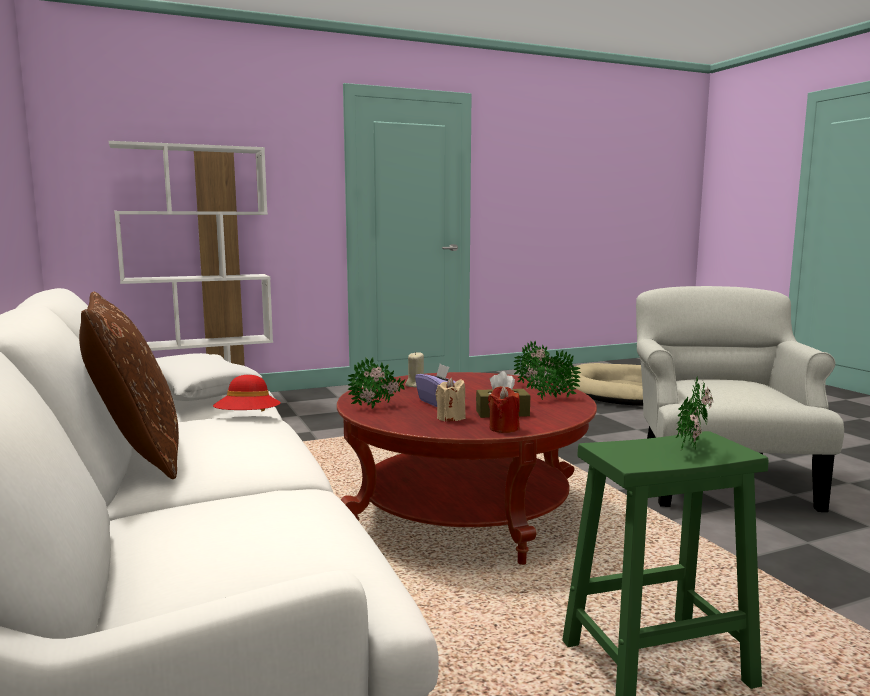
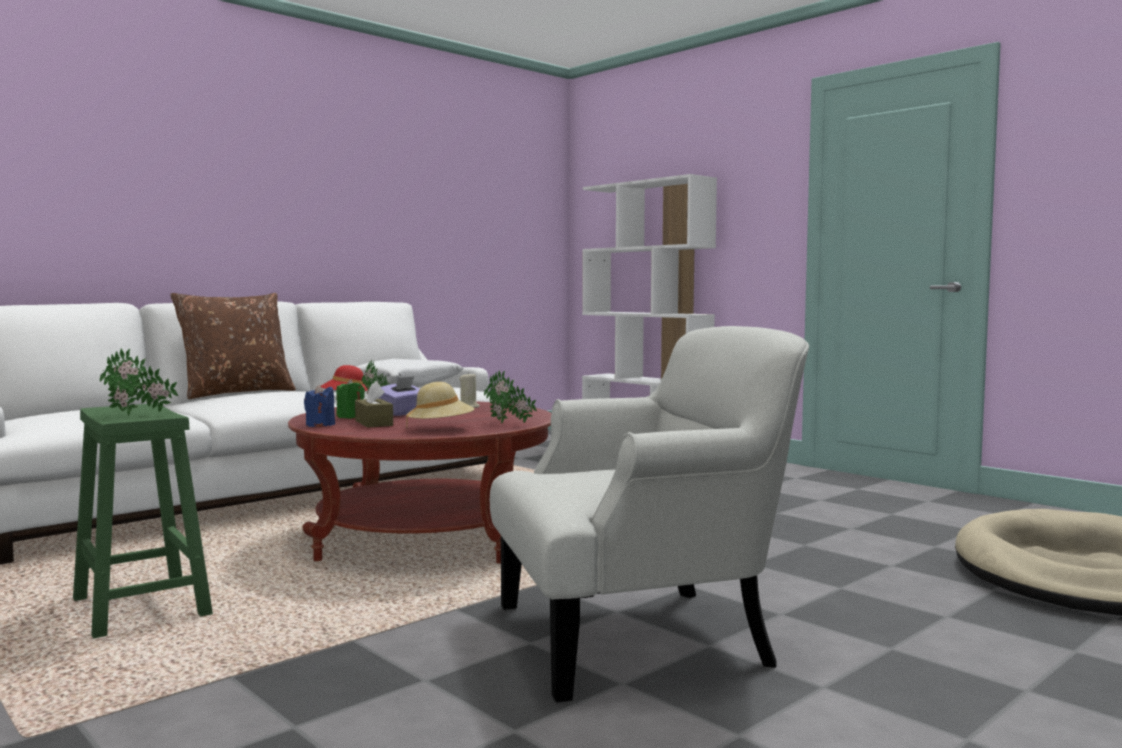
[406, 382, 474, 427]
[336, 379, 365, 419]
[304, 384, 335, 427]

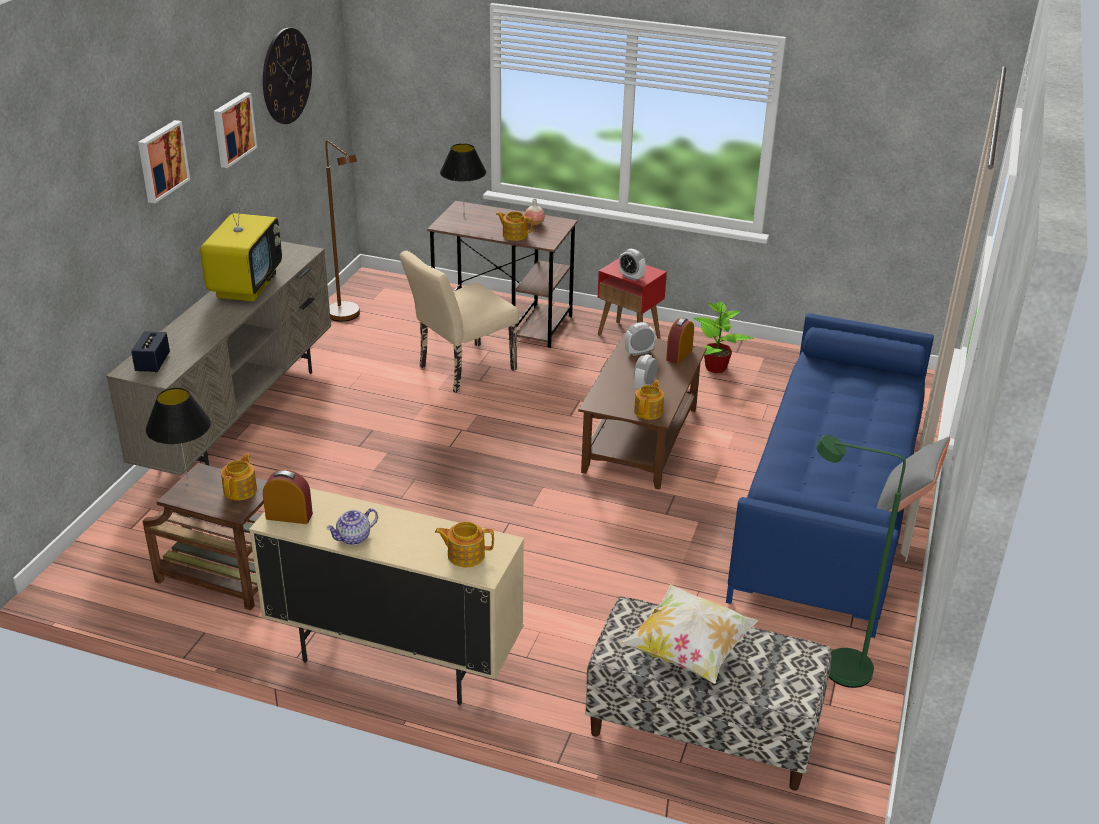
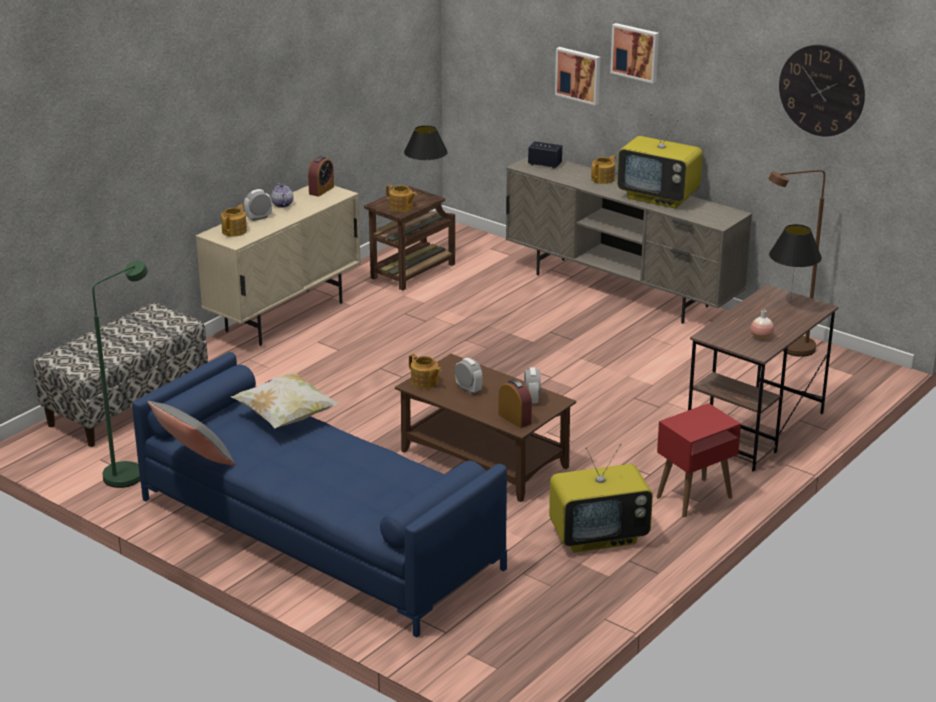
[400, 251, 519, 393] (first image)
[555, 47, 601, 105]
[591, 155, 616, 184]
[244, 189, 272, 221]
[231, 373, 340, 428]
[549, 444, 653, 553]

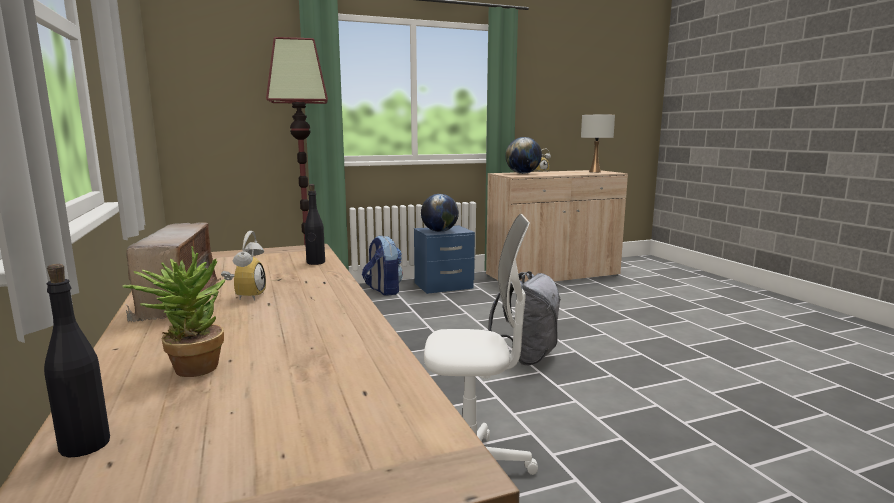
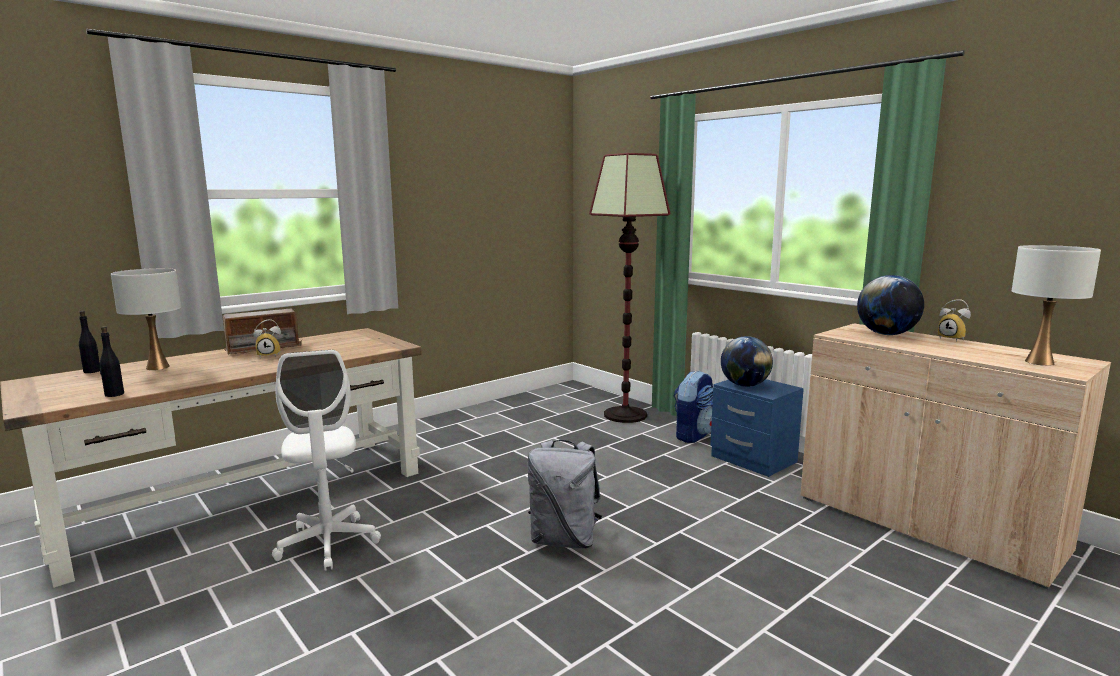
[100, 326, 124, 397]
[111, 268, 181, 370]

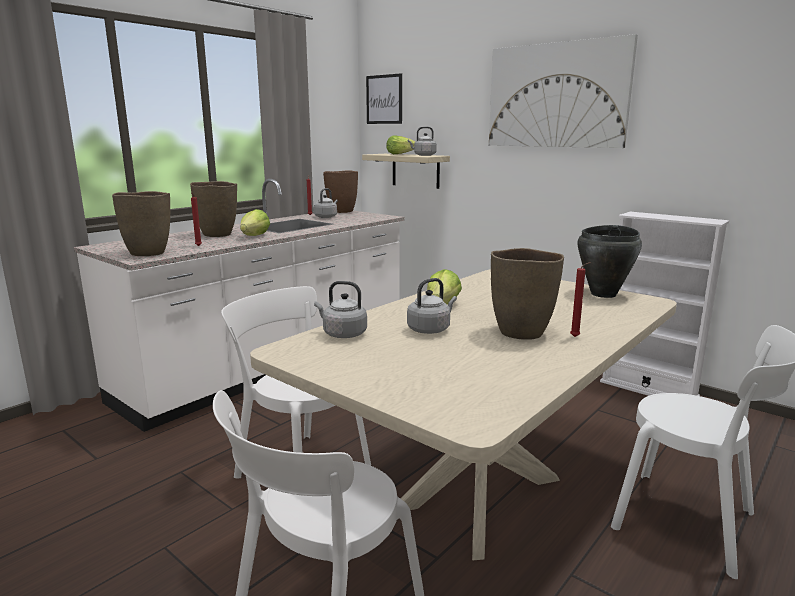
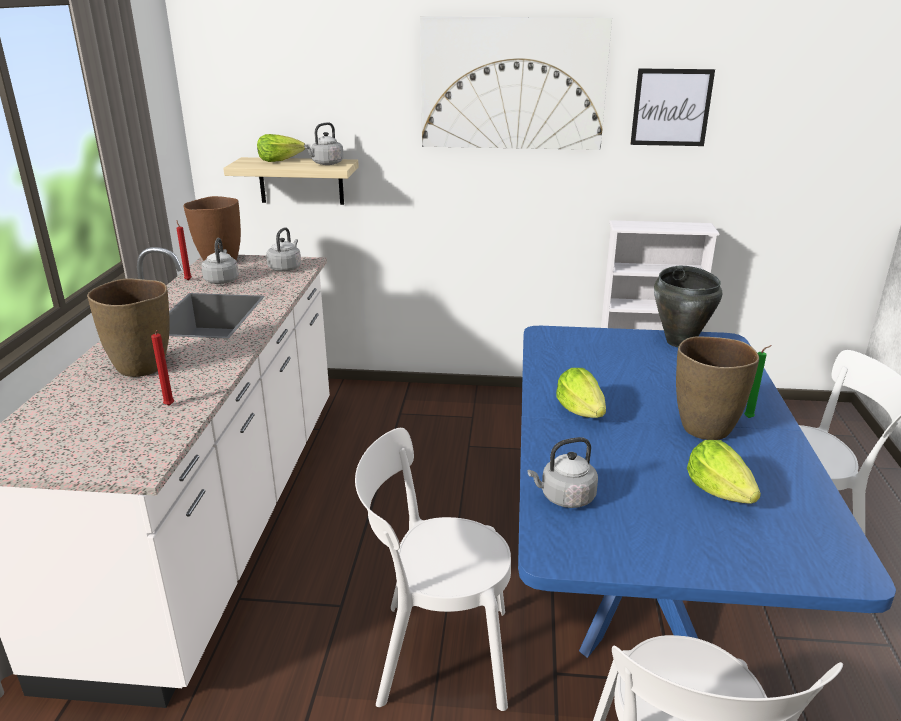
[112, 191, 170, 256] (first image)
[687, 440, 761, 503]
[631, 68, 715, 146]
[266, 227, 301, 272]
[518, 326, 896, 658]
[744, 345, 772, 418]

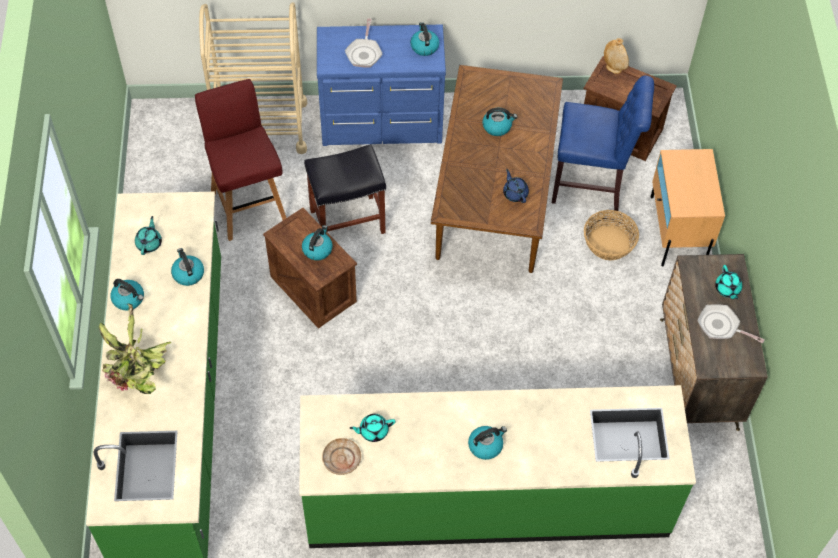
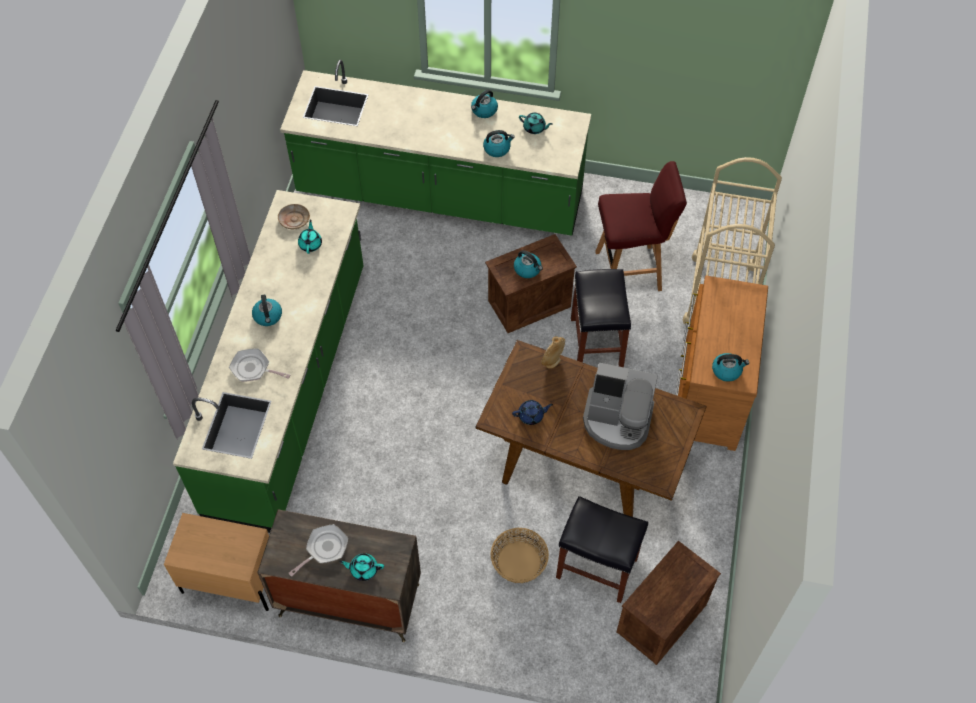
[99, 303, 171, 394] (first image)
[229, 349, 290, 382]
[541, 336, 565, 369]
[164, 513, 269, 611]
[583, 363, 658, 450]
[556, 496, 648, 603]
[675, 276, 768, 451]

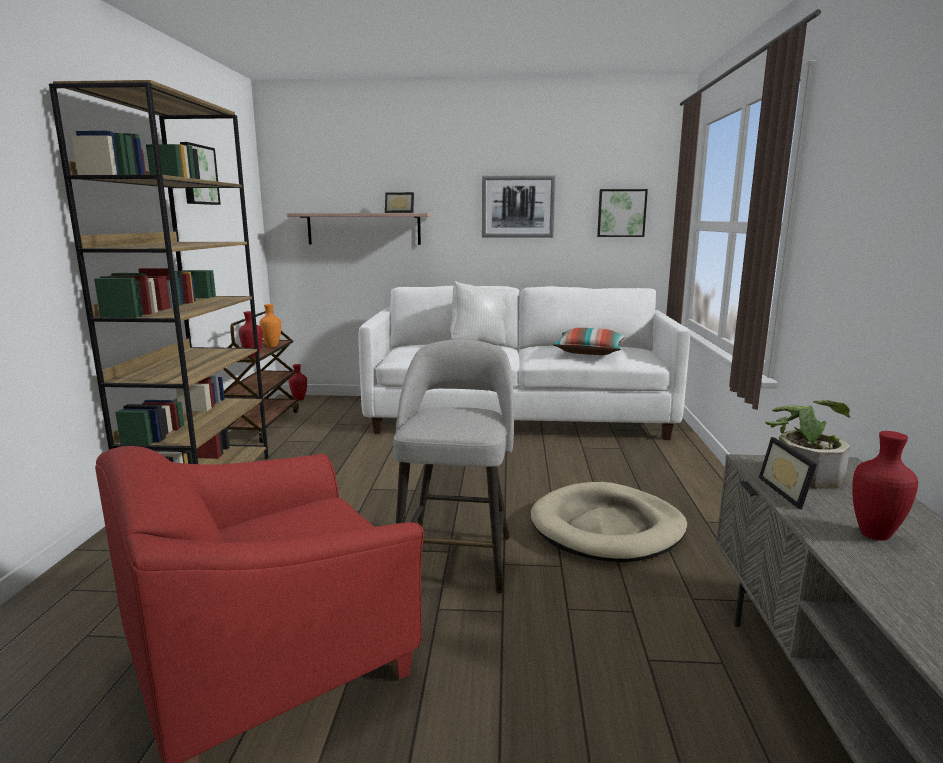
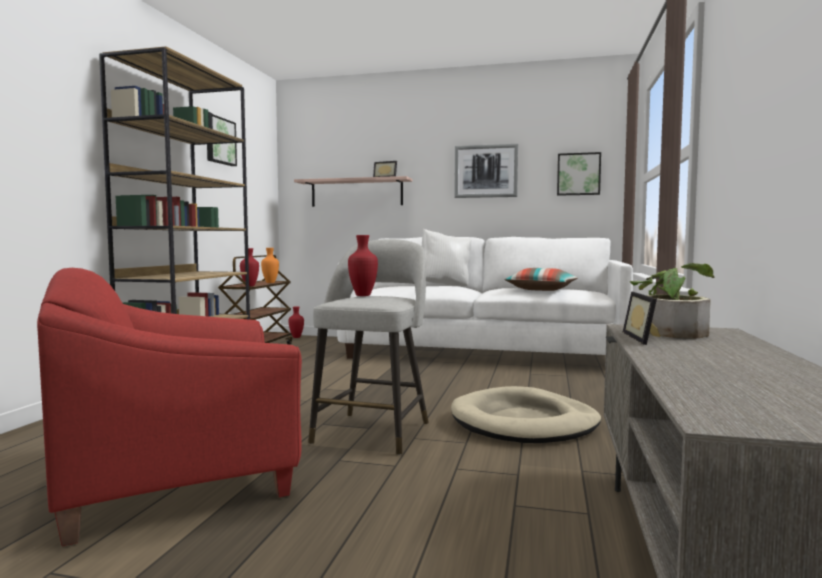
[348, 235, 378, 296]

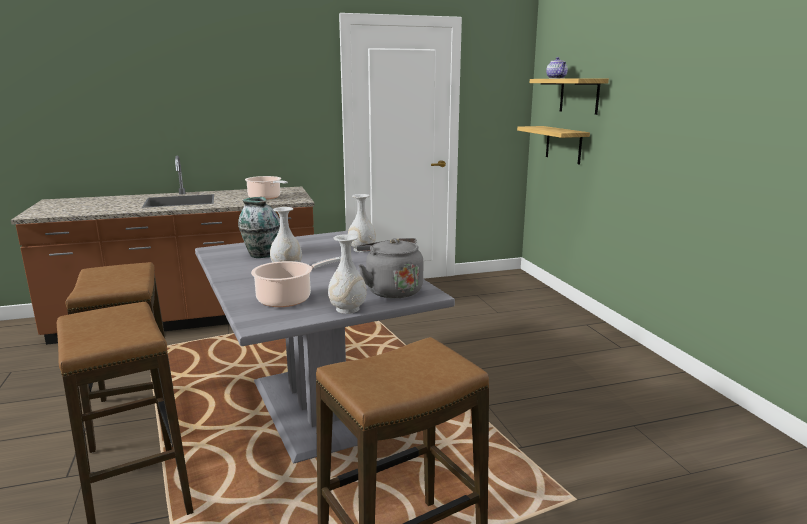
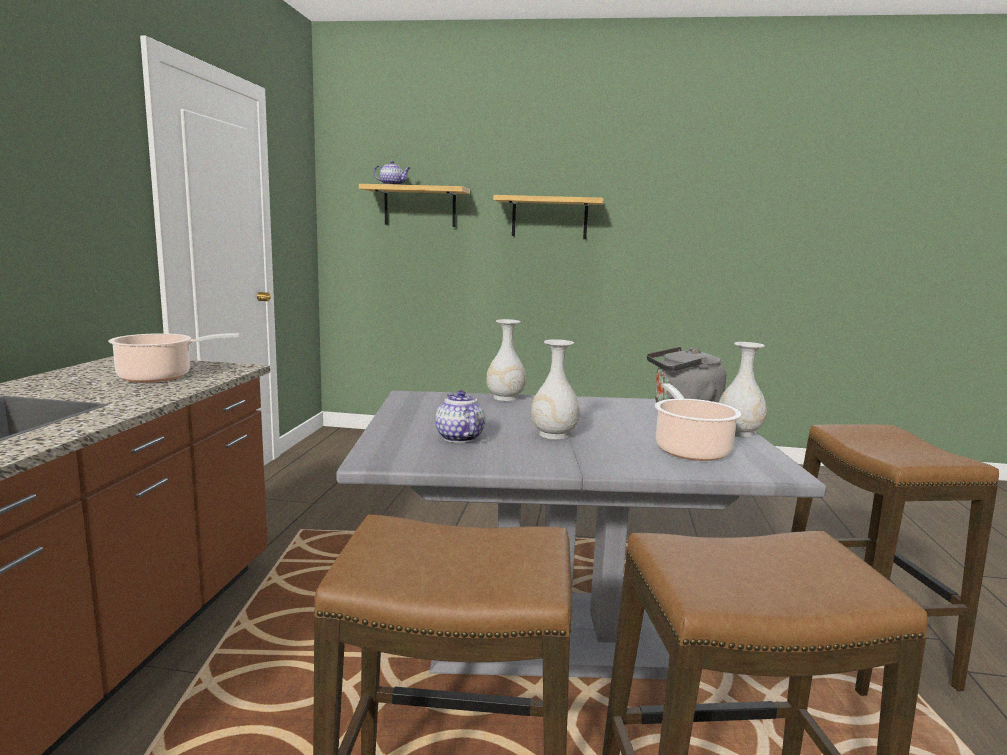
[493, 195, 603, 239]
[435, 390, 485, 443]

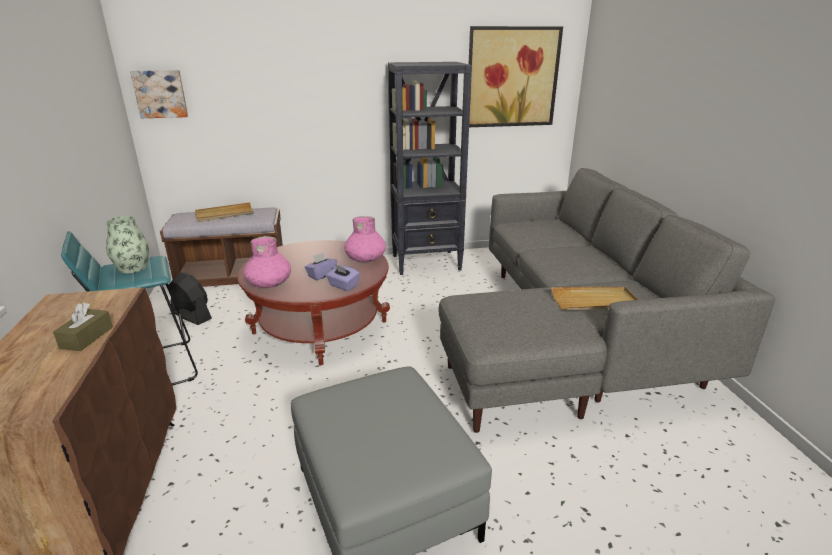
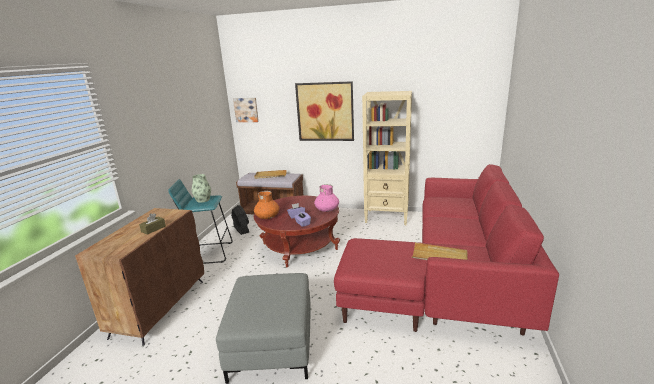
[295, 81, 354, 141]
[254, 191, 279, 219]
[362, 91, 412, 225]
[334, 164, 559, 335]

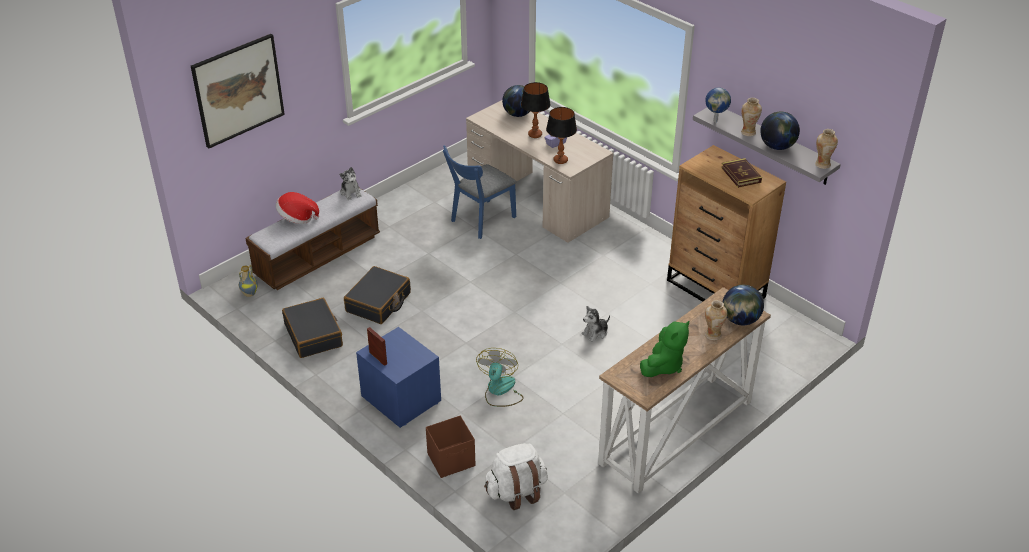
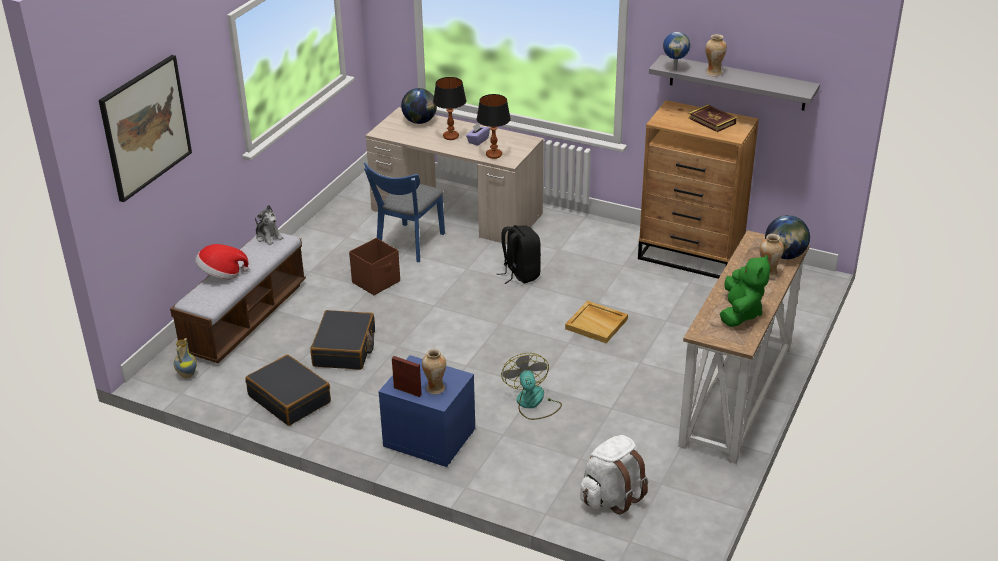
[760, 111, 800, 150] (first image)
[497, 225, 541, 284]
[349, 238, 400, 295]
[422, 349, 446, 394]
[565, 301, 628, 343]

